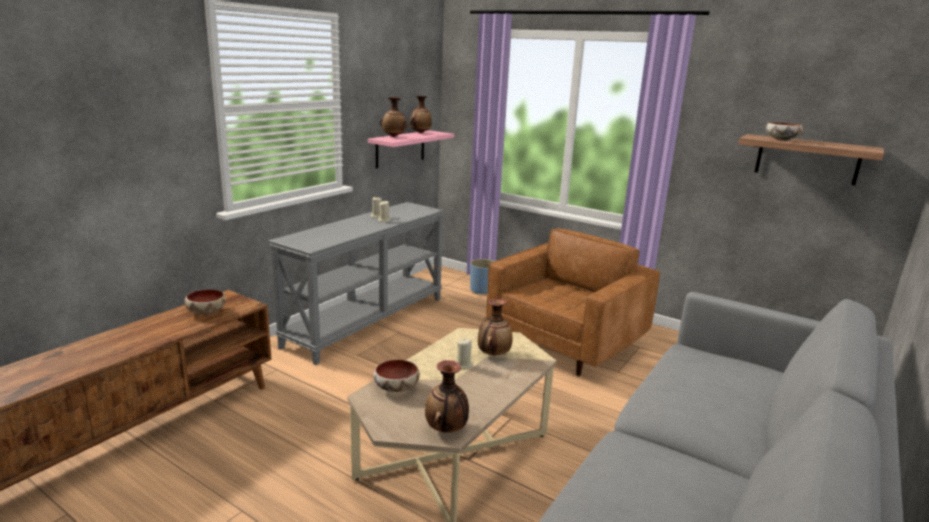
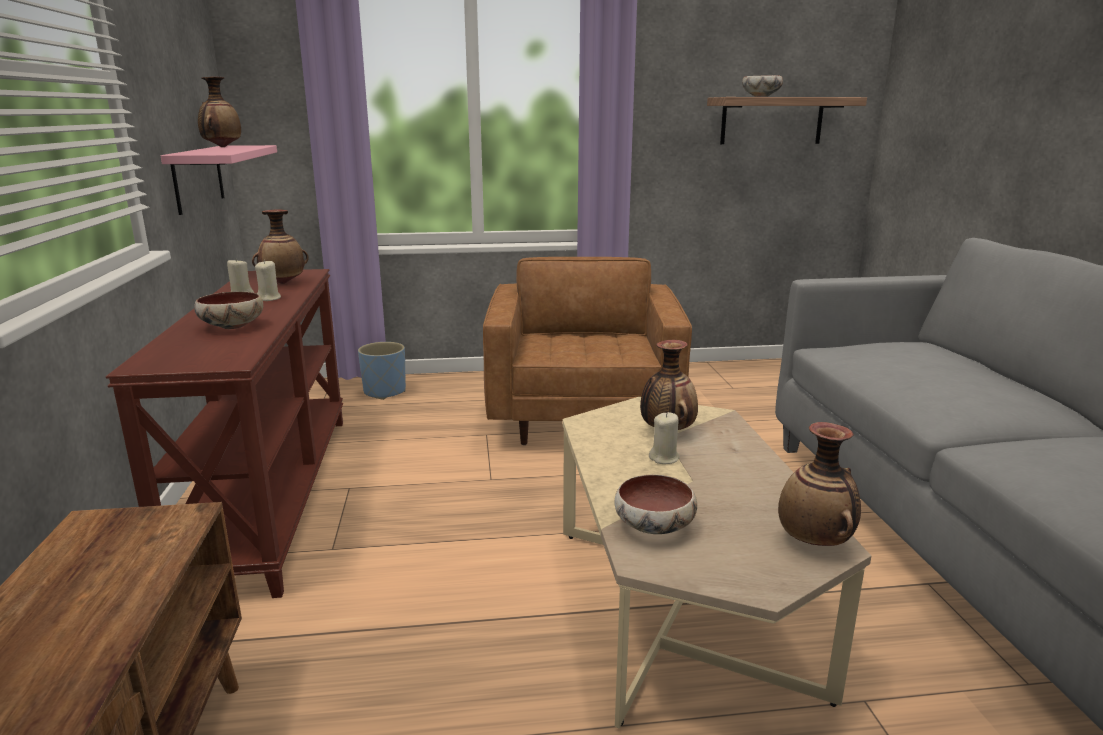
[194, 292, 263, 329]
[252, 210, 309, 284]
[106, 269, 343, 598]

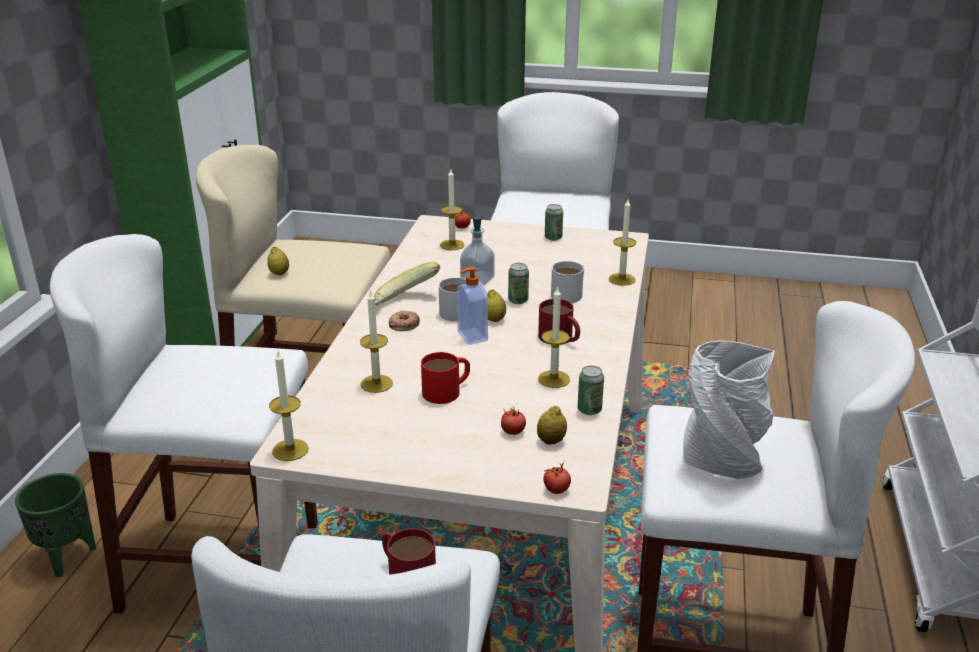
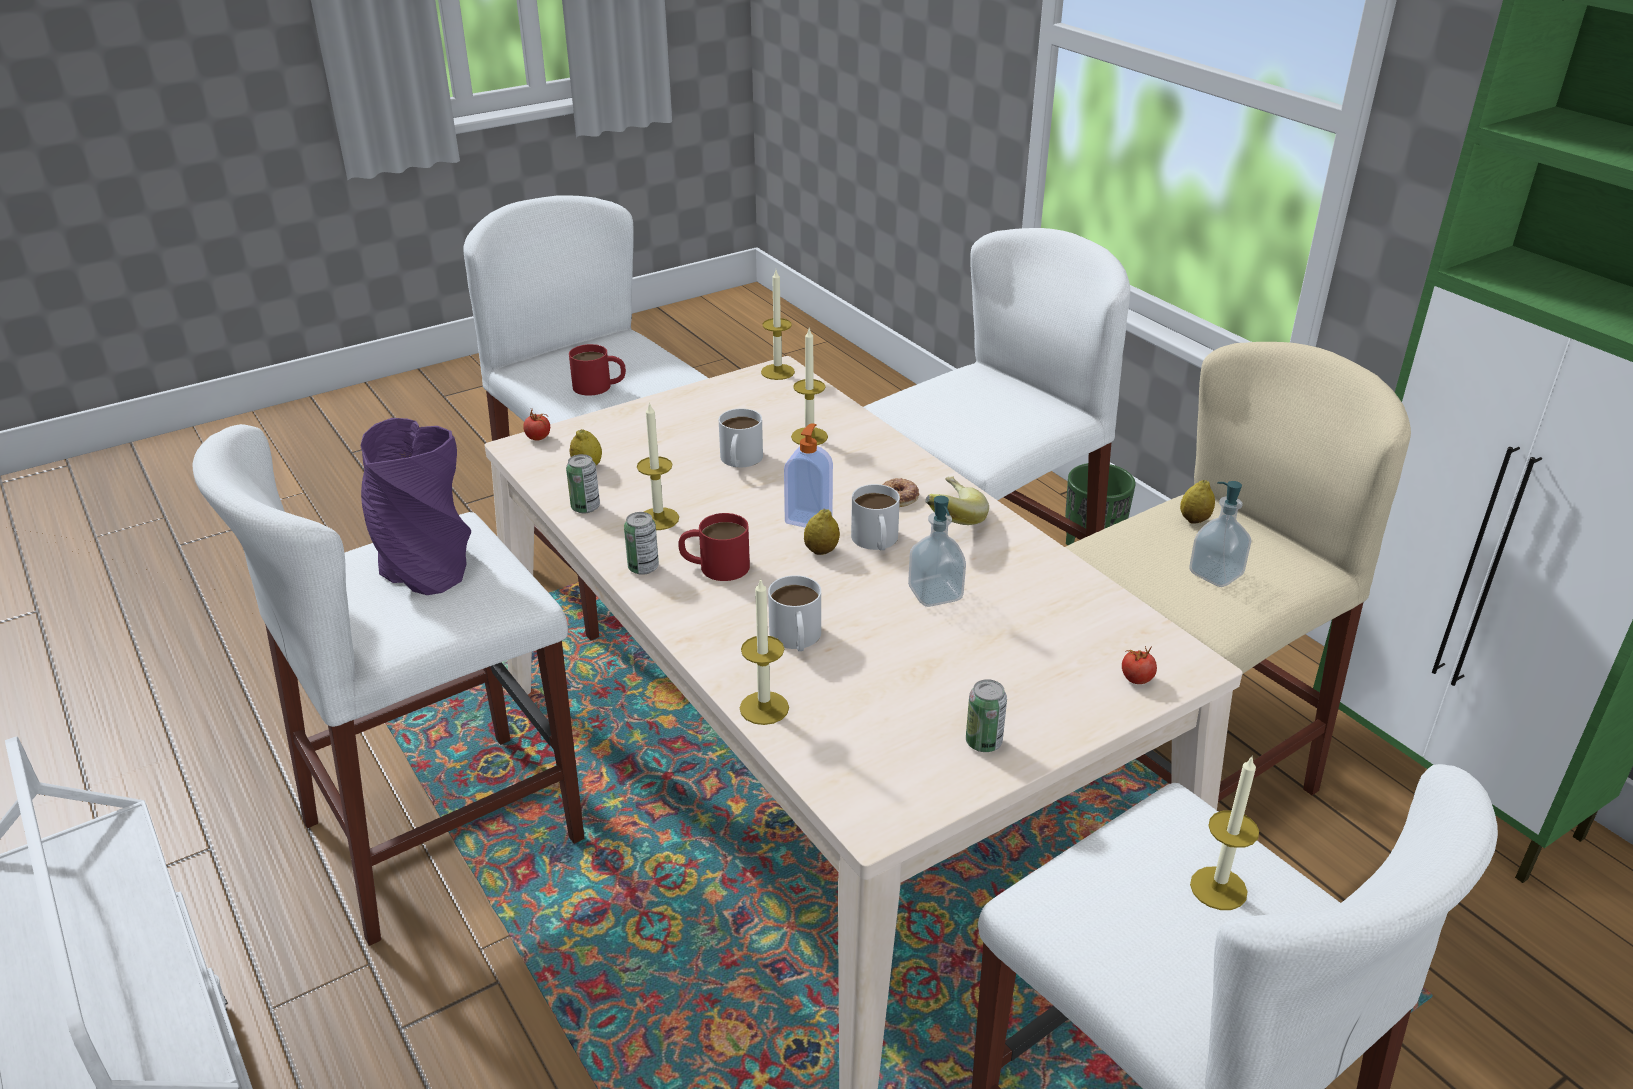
[501, 408, 526, 435] (first image)
[1189, 481, 1252, 587]
[1190, 755, 1259, 910]
[624, 512, 659, 575]
[719, 408, 763, 467]
[361, 418, 471, 595]

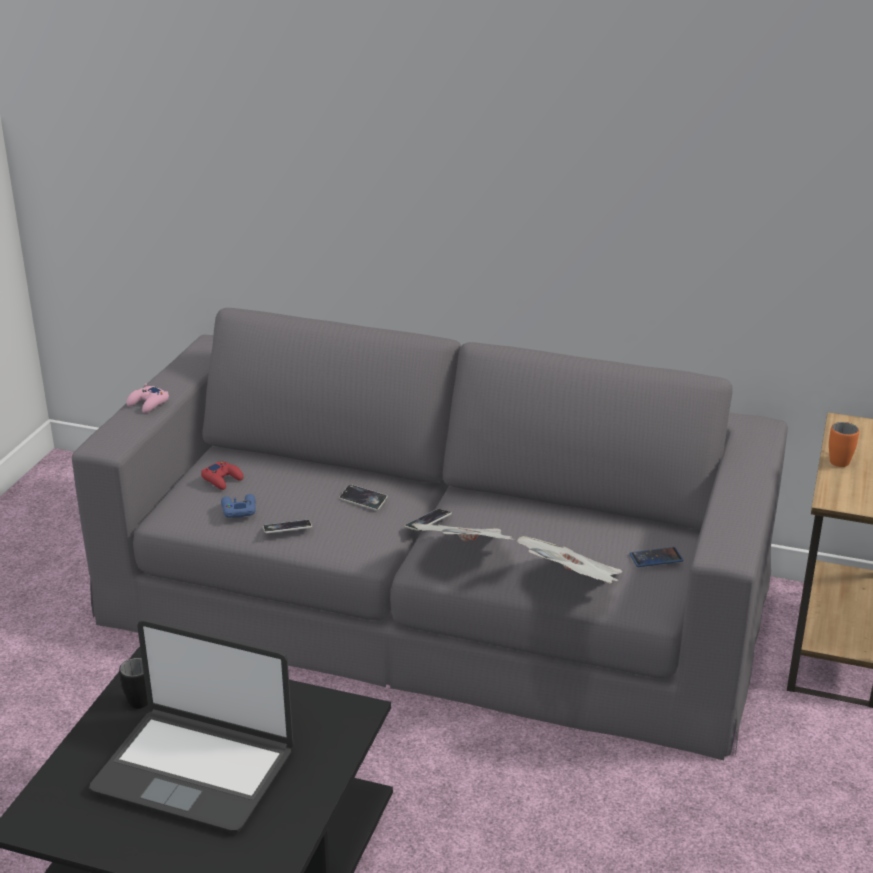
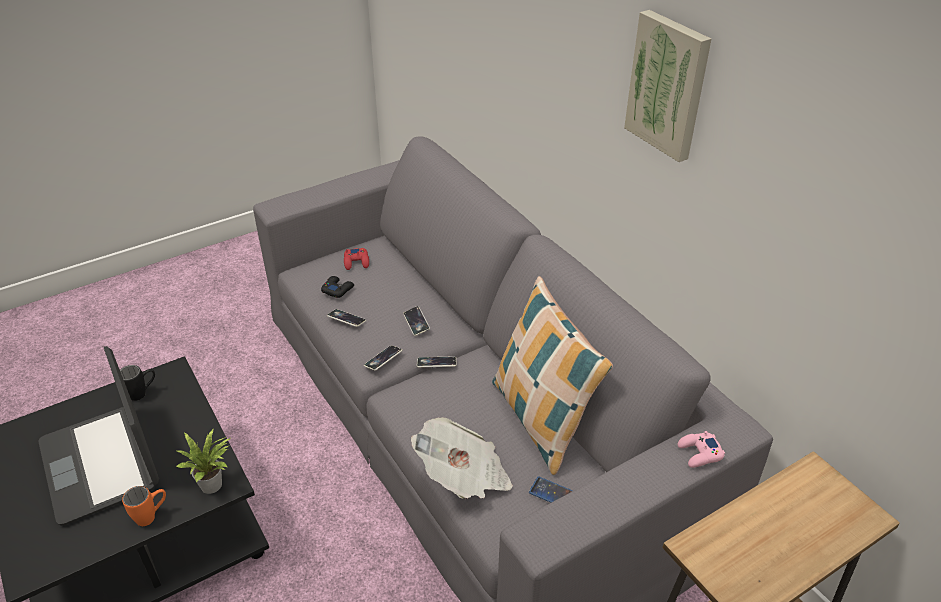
[414, 524, 515, 541] (first image)
[176, 428, 231, 494]
[364, 345, 402, 371]
[492, 276, 613, 475]
[624, 10, 711, 162]
[677, 431, 725, 468]
[122, 486, 166, 526]
[321, 276, 354, 298]

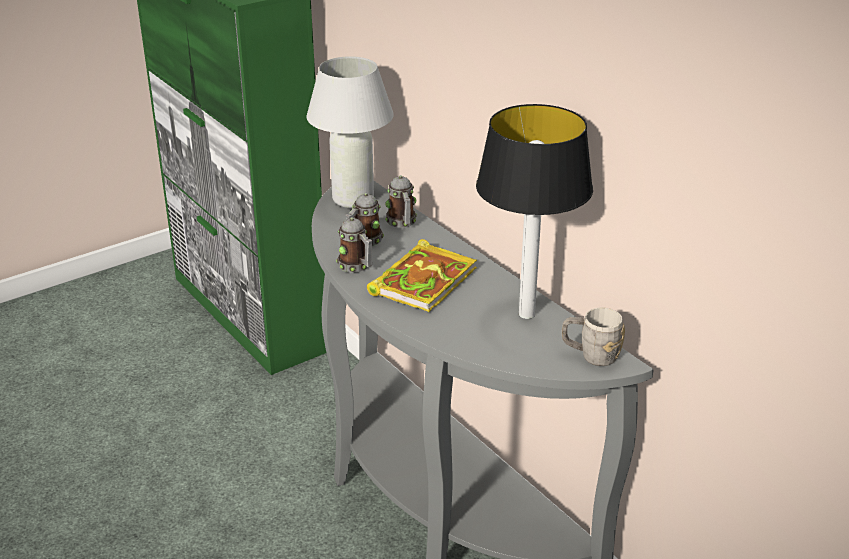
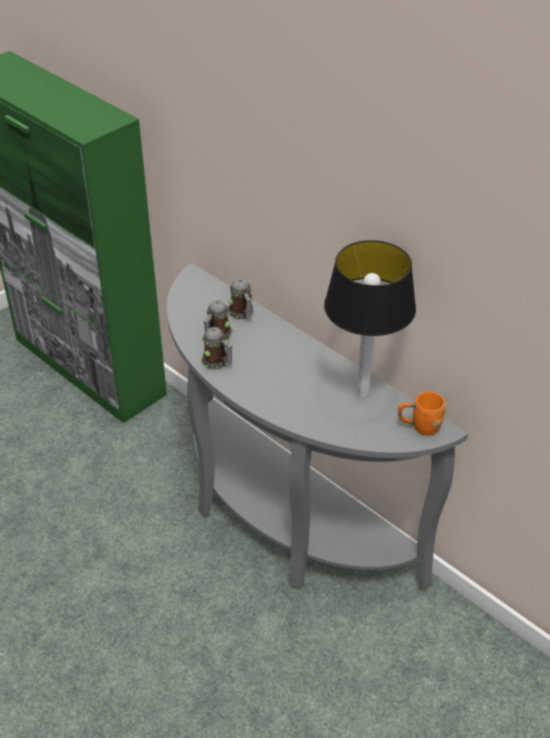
[307, 56, 394, 208] (first image)
[367, 239, 477, 312] (first image)
[398, 391, 446, 436]

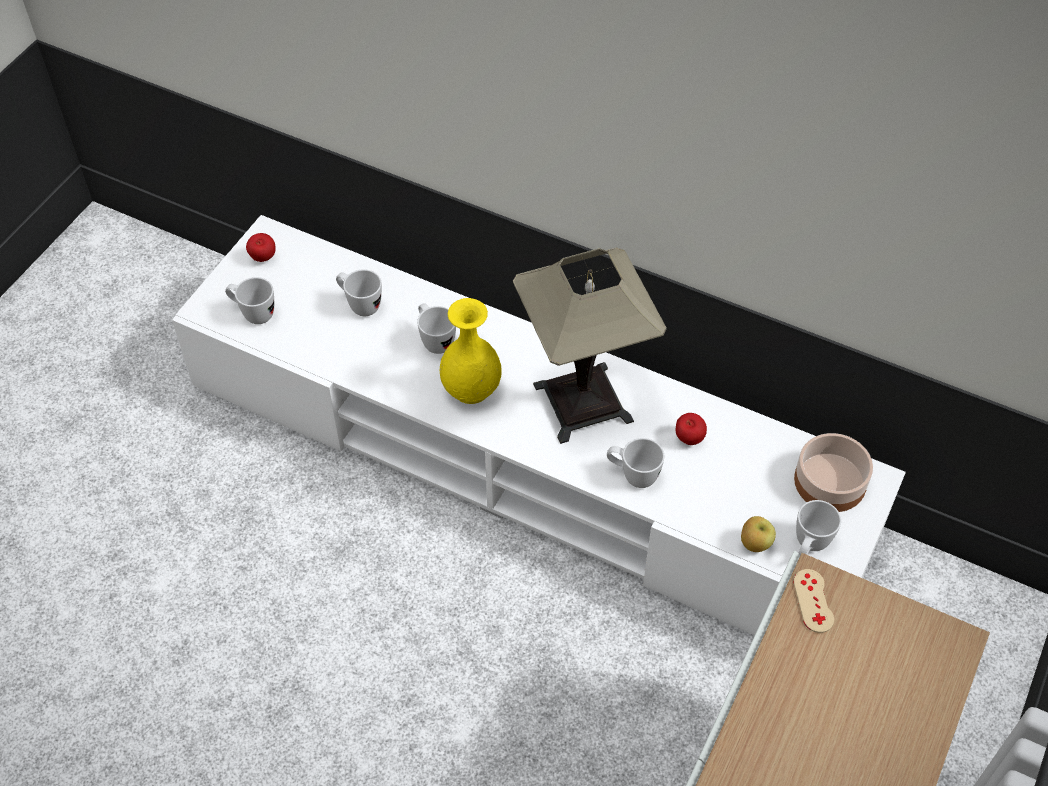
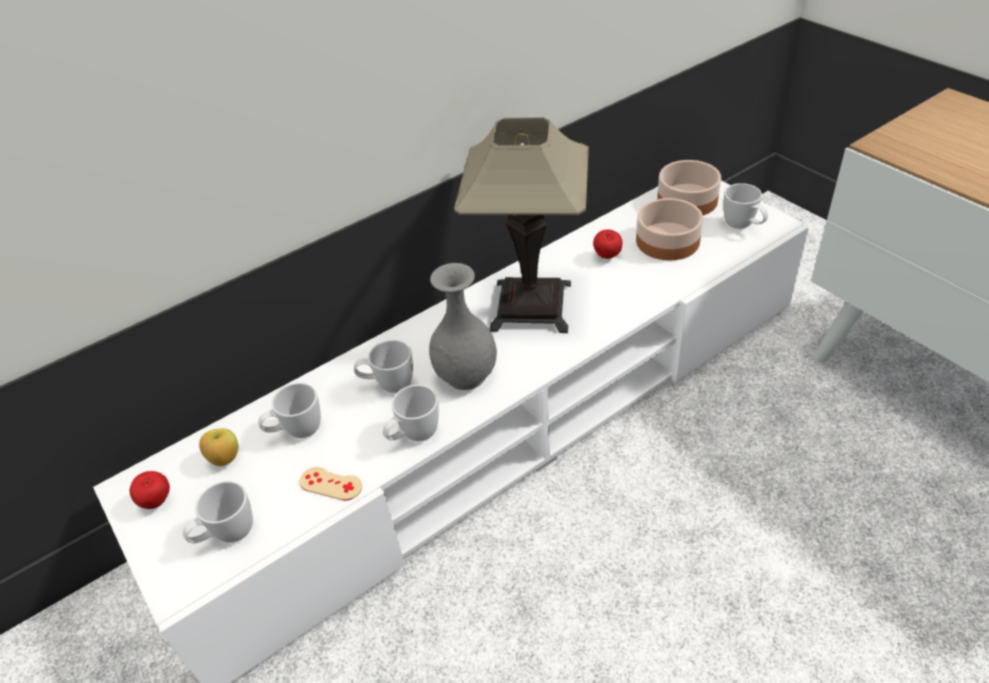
[636, 198, 703, 261]
[382, 385, 439, 441]
[199, 428, 238, 466]
[300, 467, 362, 501]
[429, 263, 497, 390]

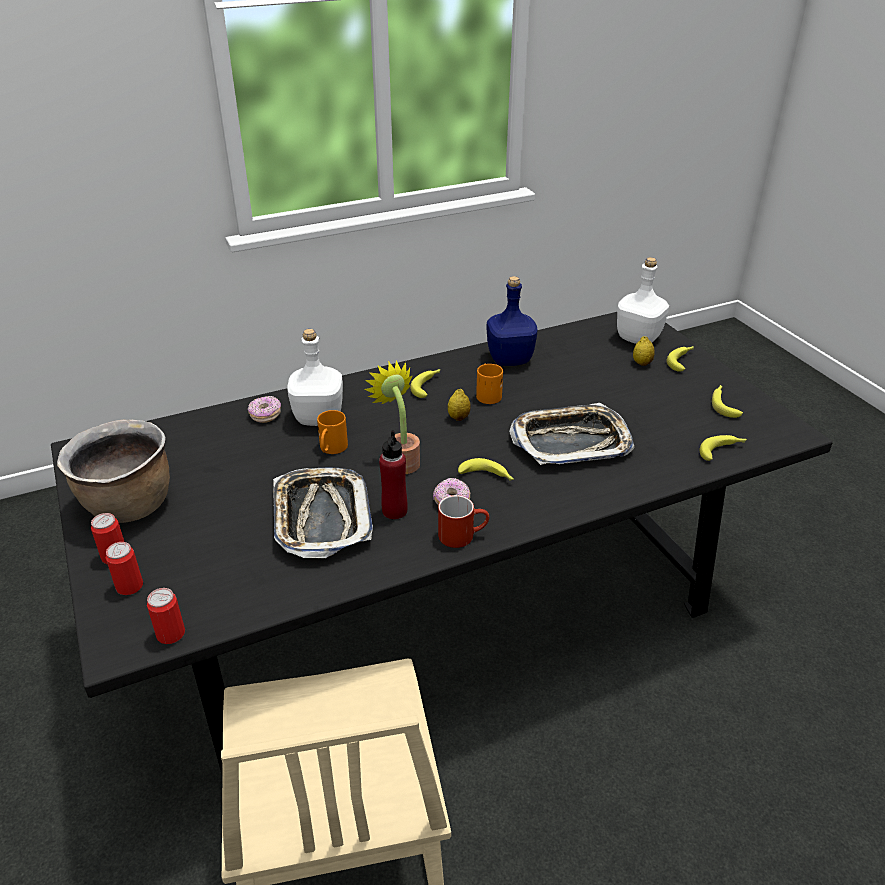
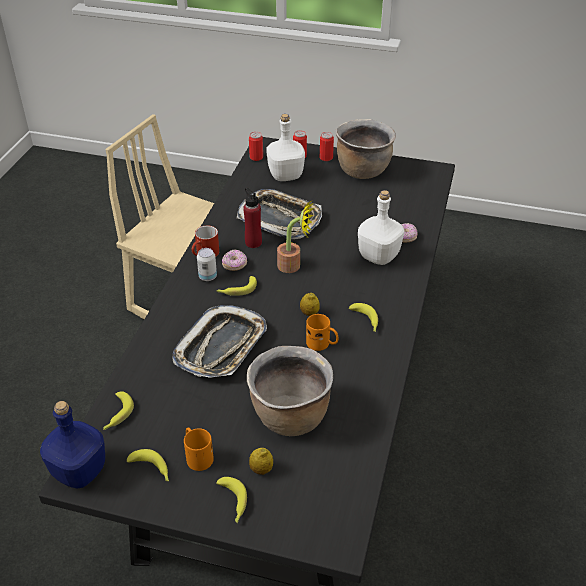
[197, 248, 217, 281]
[247, 346, 333, 436]
[184, 427, 214, 471]
[40, 401, 105, 489]
[266, 114, 305, 181]

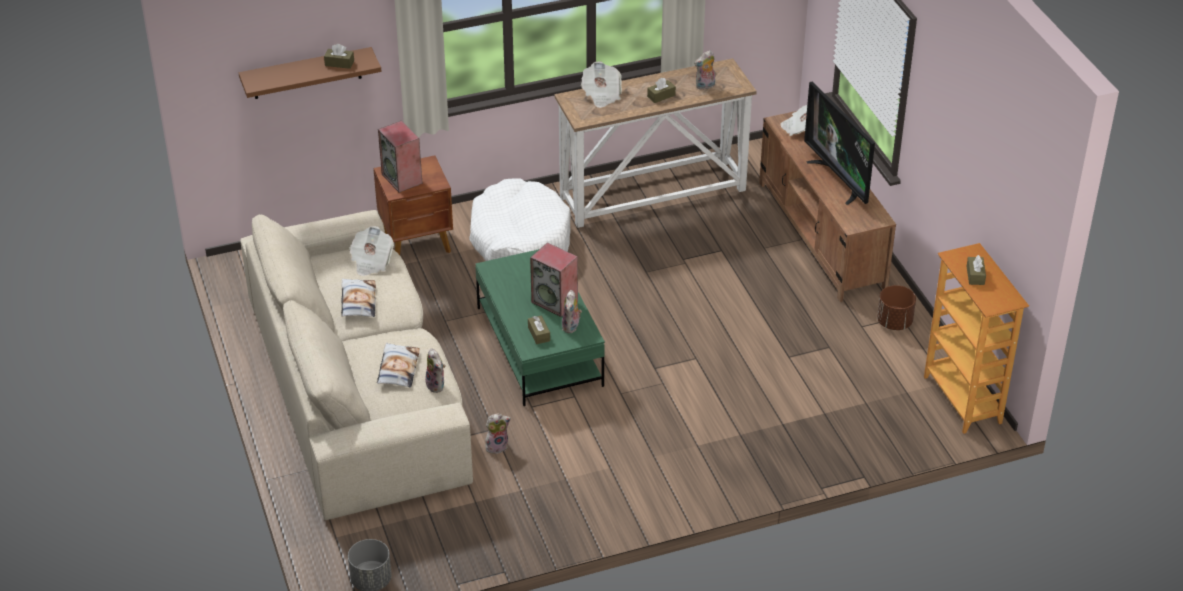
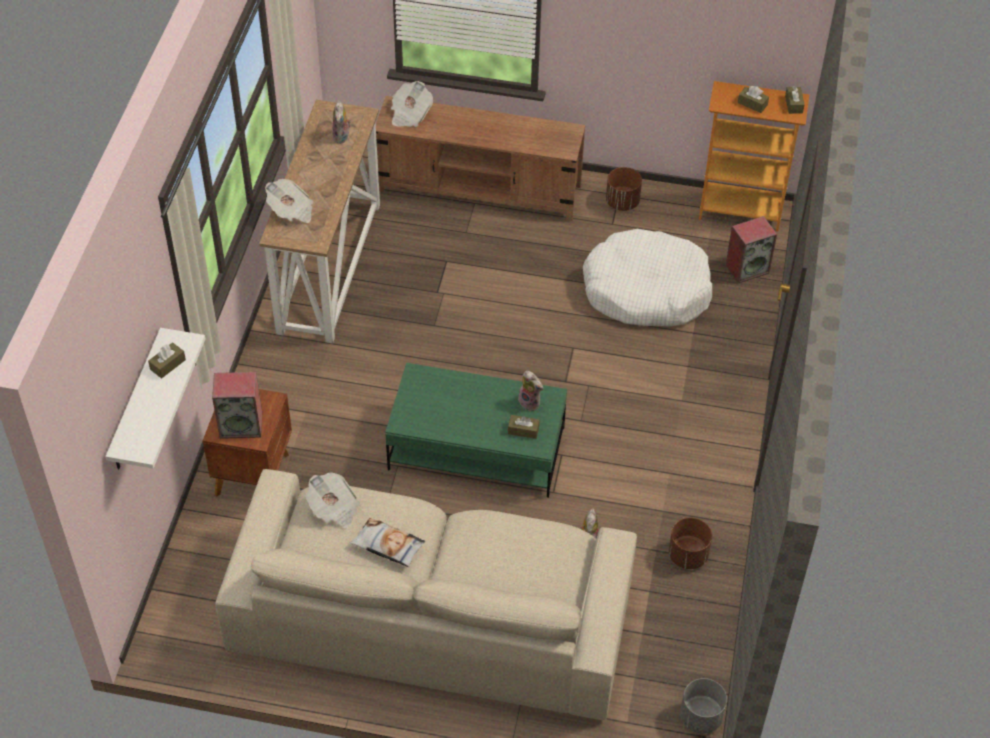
[377, 342, 420, 387] (first image)
[425, 348, 446, 393] (first image)
[804, 81, 875, 205] (first image)
[669, 518, 712, 569]
[583, 229, 712, 326]
[726, 216, 777, 284]
[785, 86, 805, 114]
[105, 328, 205, 469]

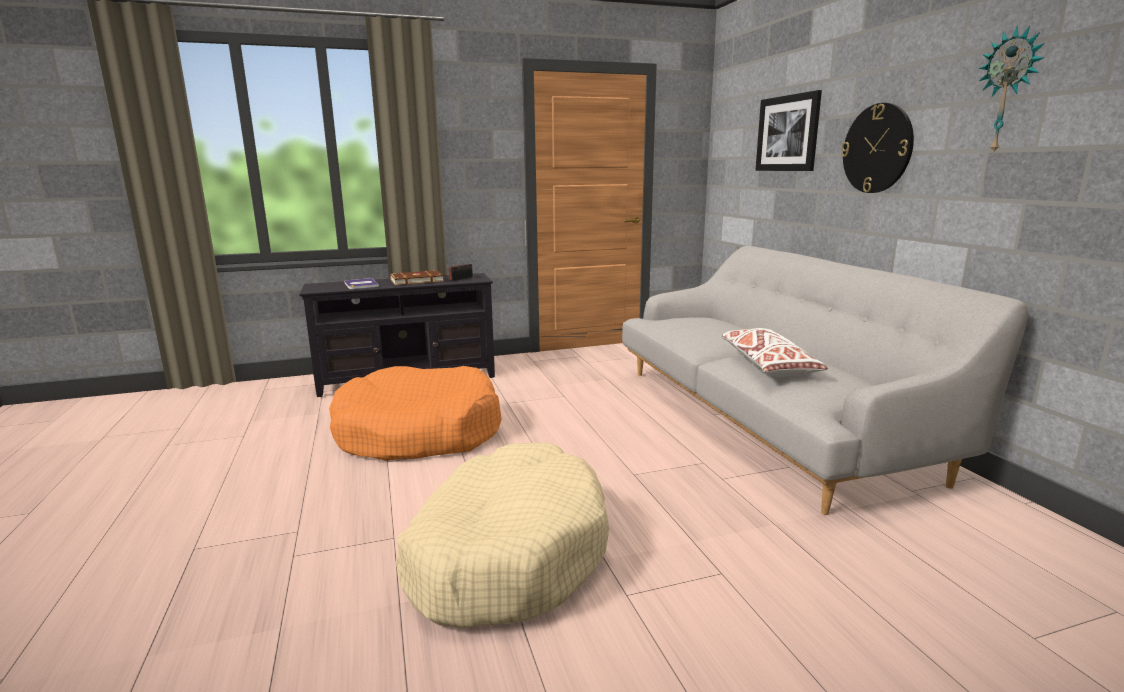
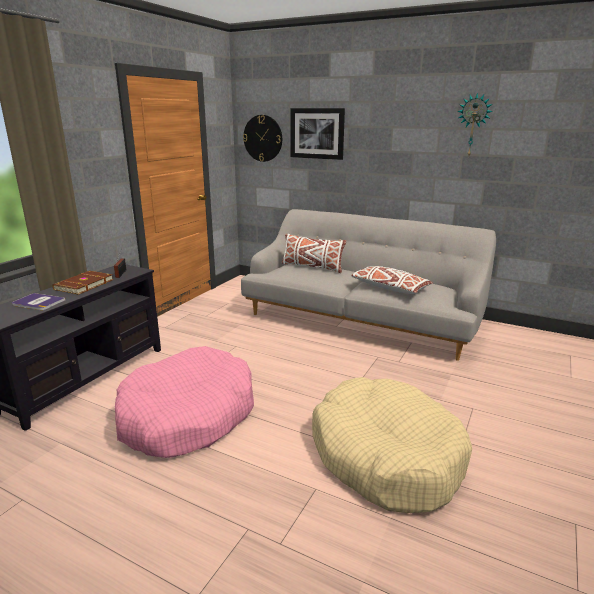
[282, 234, 346, 273]
[243, 115, 282, 162]
[115, 346, 254, 458]

